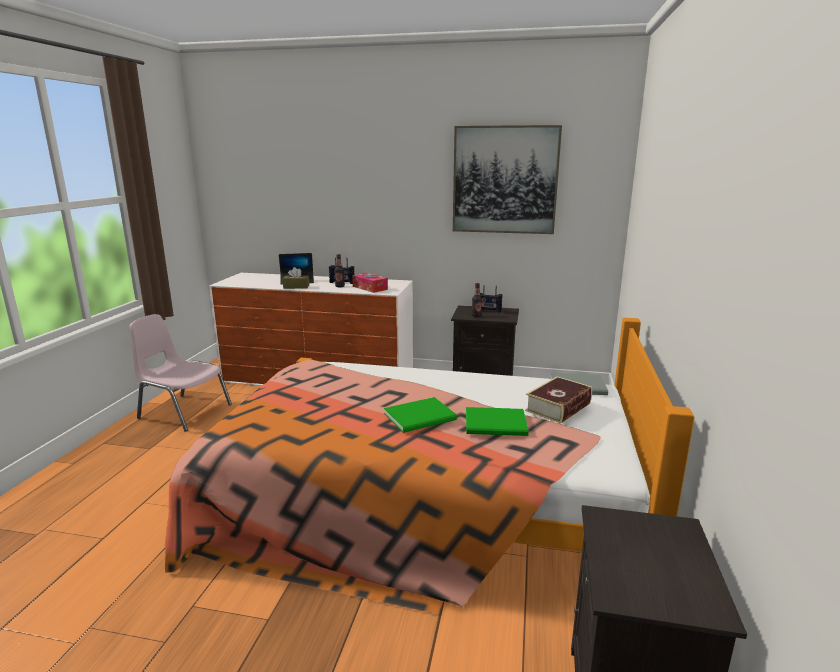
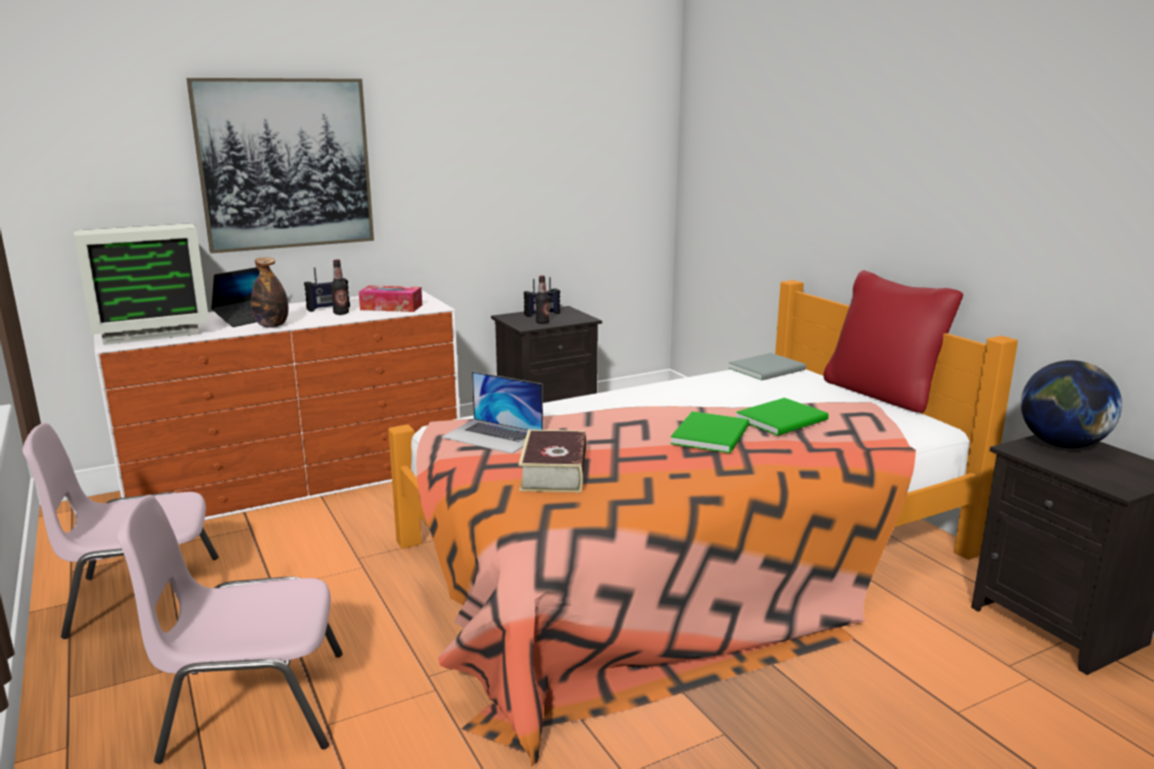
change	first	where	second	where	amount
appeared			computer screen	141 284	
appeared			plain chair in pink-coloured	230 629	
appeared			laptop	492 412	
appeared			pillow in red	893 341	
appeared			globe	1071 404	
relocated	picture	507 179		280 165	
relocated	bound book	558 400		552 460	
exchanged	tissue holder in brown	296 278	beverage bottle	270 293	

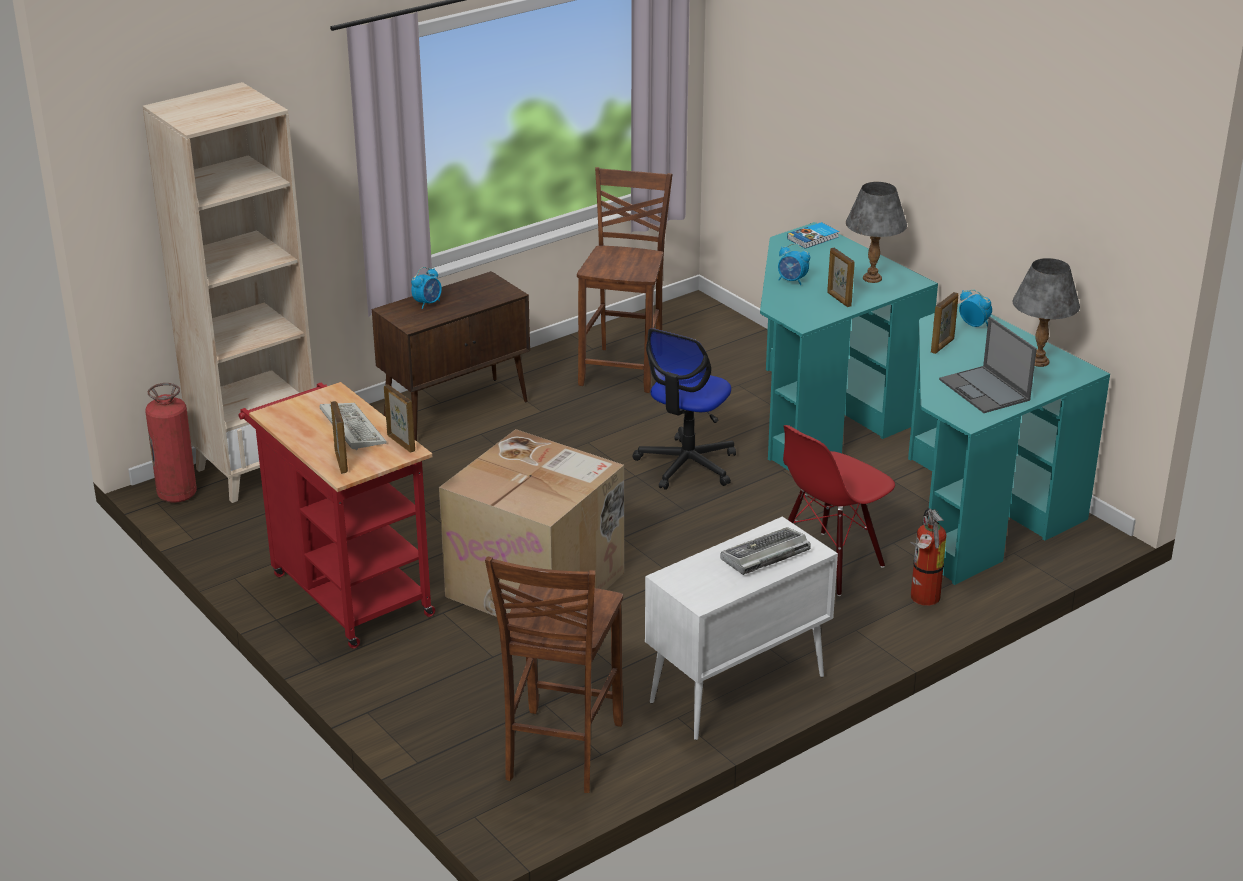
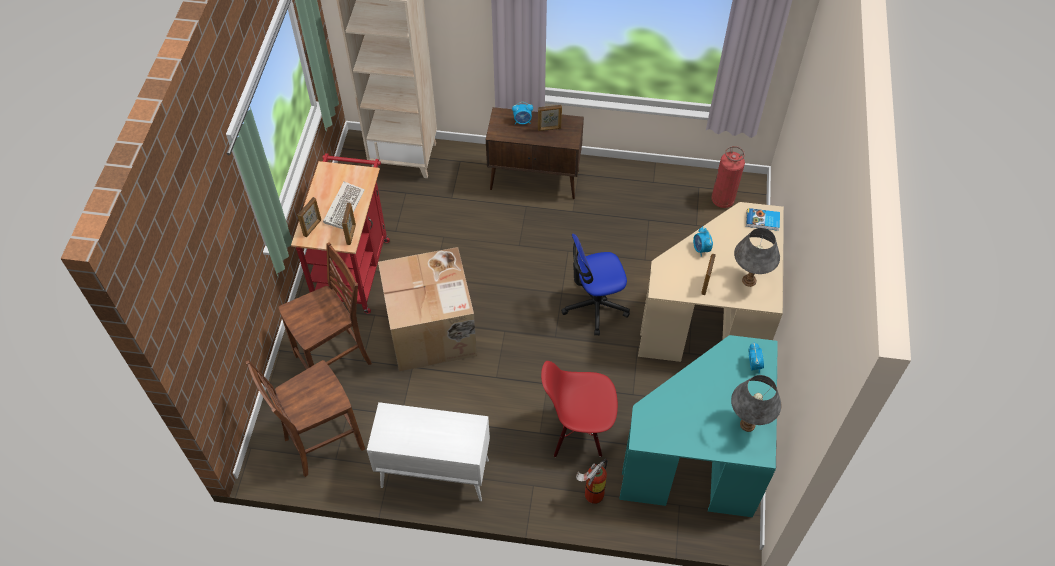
change	first	where	second	where	amount
missing	PC keyboard	766 551			
missing	laptop	988 365			
relocated	fire-fighting cylinder	171 443		728 177	
relocated	plain chair in brown	625 280		325 305	
relocated	photo frame	944 323		550 118	
colour	desk in turquoise-coloured	849 346	desk in sand-coloured	711 282	

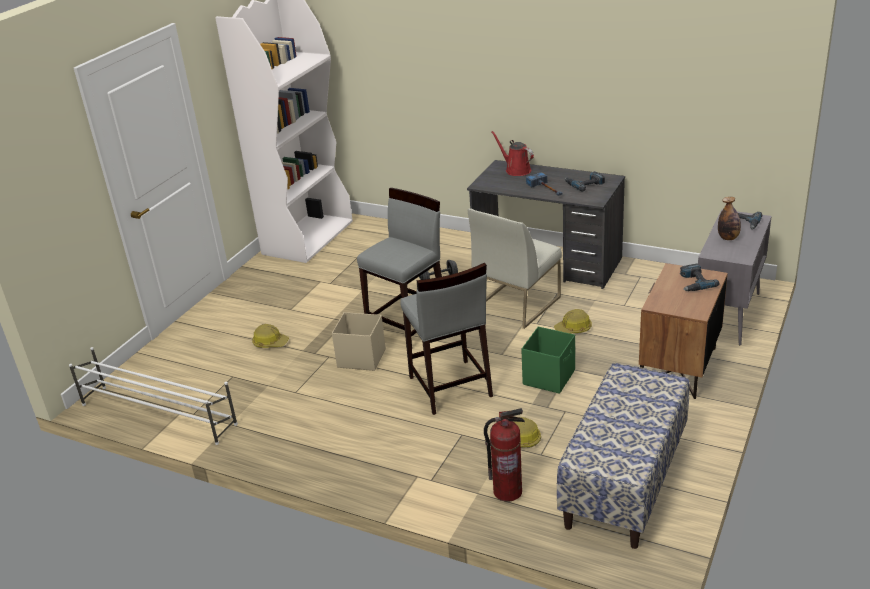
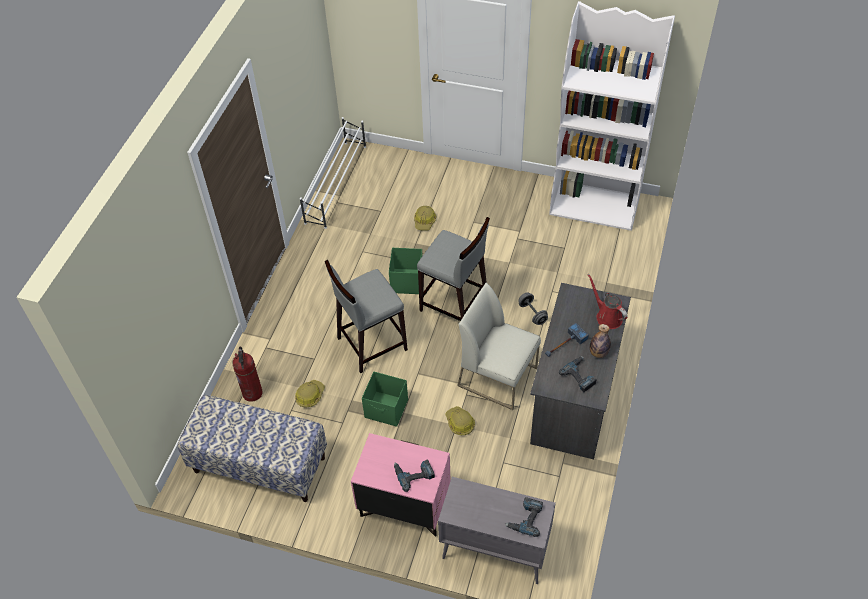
change	first	where	second	where	amount
relocated	beverage bottle	729 218		600 341	
colour	storage bin in sand-coloured	359 341	storage bin in greenish	406 271	
colour	bedside table in brown	683 331	bedside table in pink-coloured	401 485	
spun	sprinkling can in red	512 153		607 301	75 degrees counterclockwise

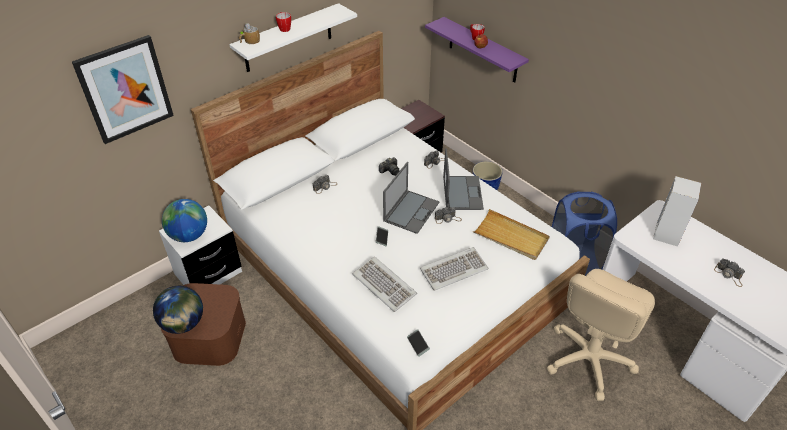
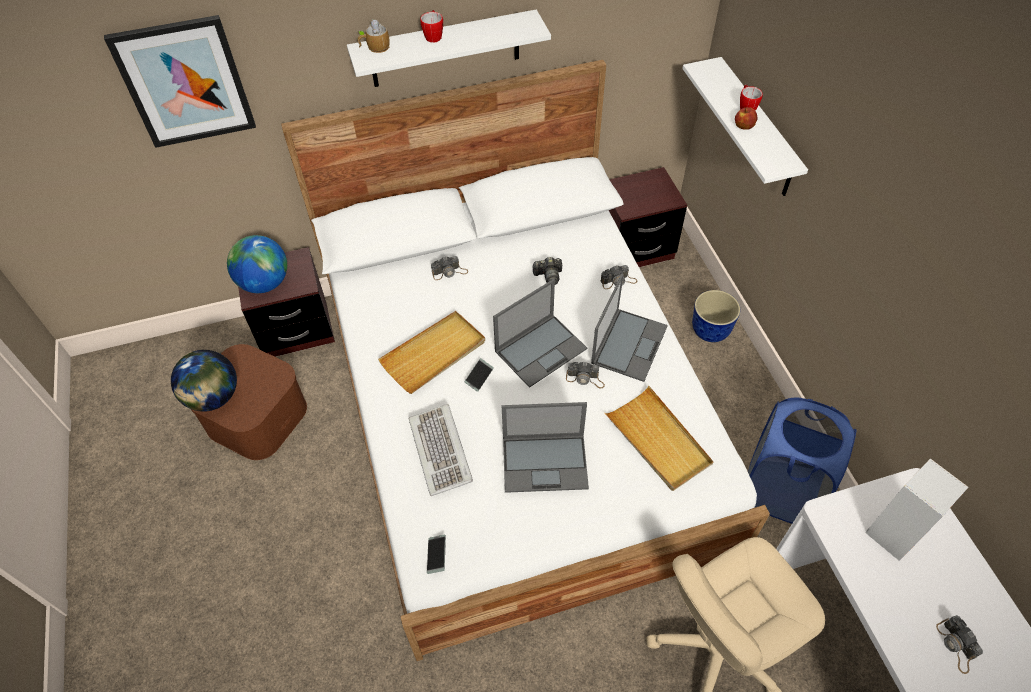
change	first	where	second	where	amount
appeared			carrying tray in sand-coloured	431 352	
exchanged	PC keyboard	454 269	laptop	545 447	
colour	bedside table in white	200 245	bedside table in brown	286 302	
colour	shelf in purplish	477 50	shelf in white	745 126	

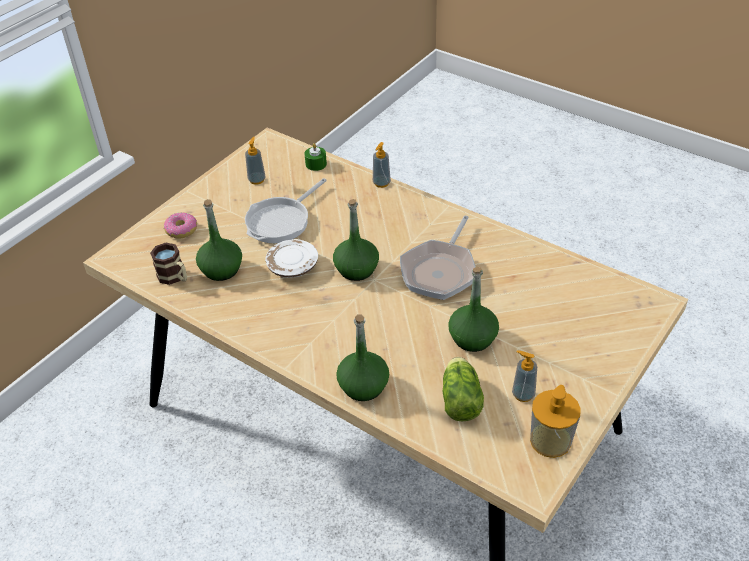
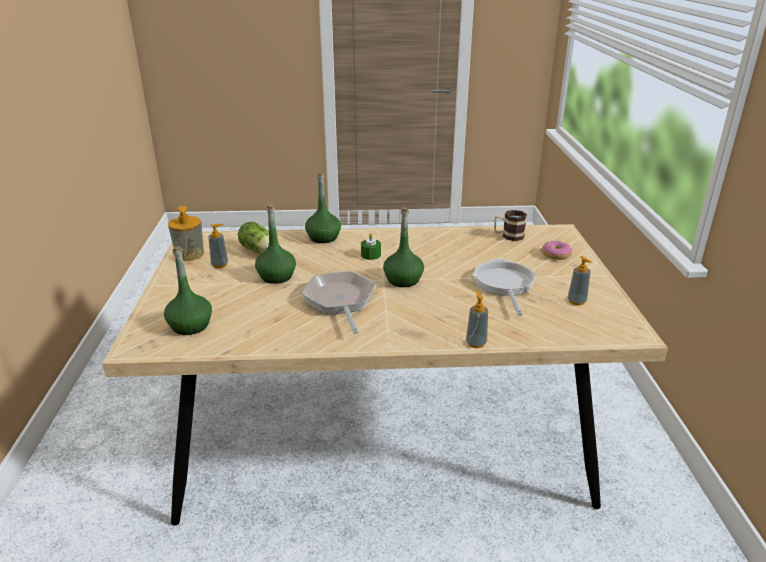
change	first	where	second	where	amount
missing	plate in white	291 258			
relocated	beverage bottle in greenish	219 240		188 290	
relocated	candle in greenish	315 157		371 246	

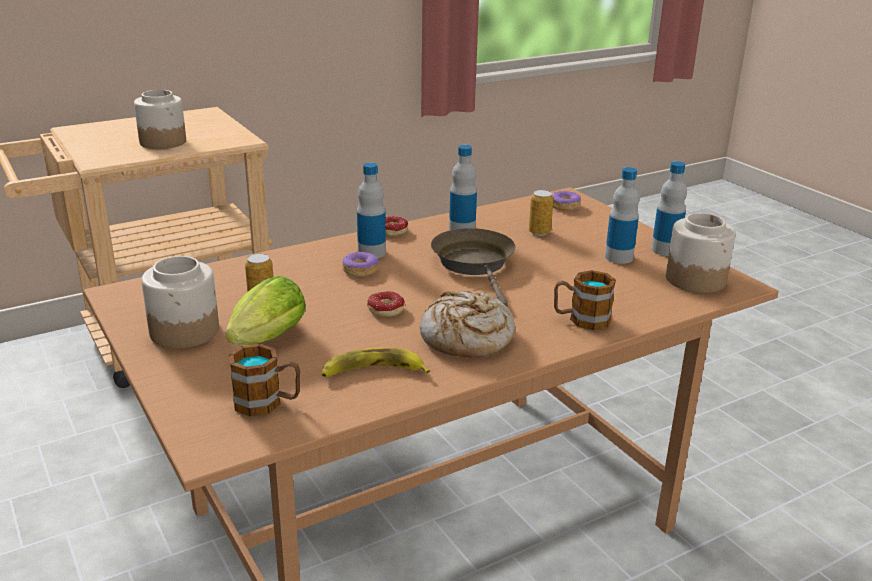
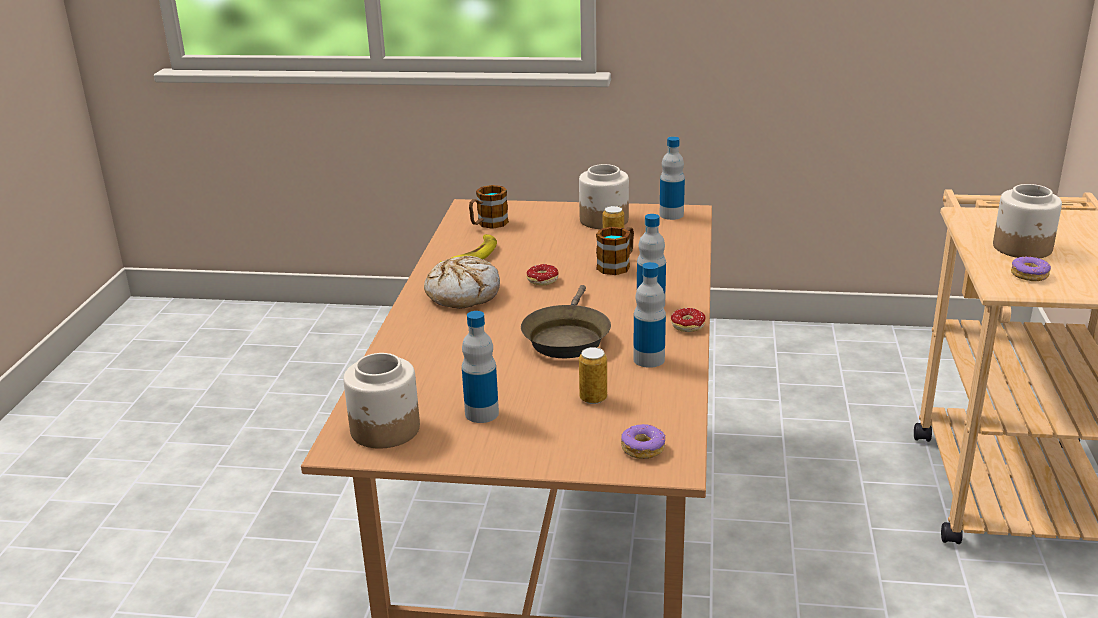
change	first	where	second	where	amount
missing	lettuce head	266 310			
relocated	donut	360 264		1031 268	
relocated	tea mug	585 300		615 251	
relocated	beverage bottle	669 208		672 178	
spun	skillet in brown	473 267		566 321	75 degrees clockwise

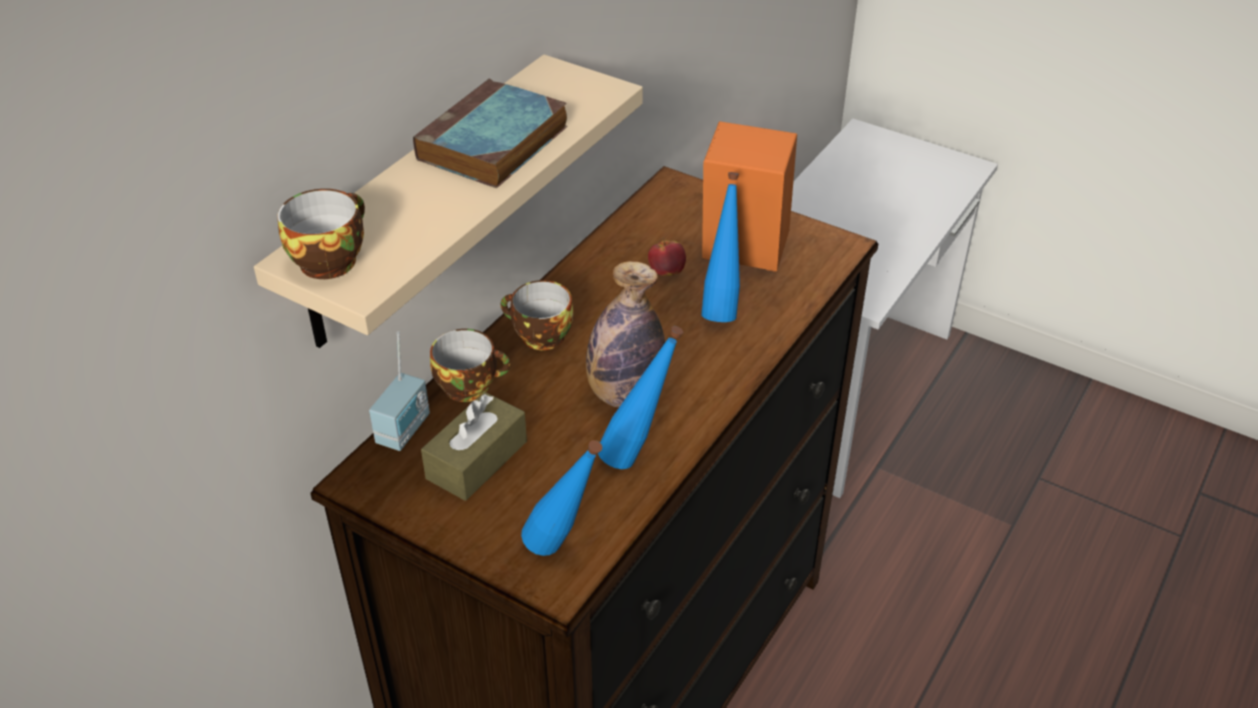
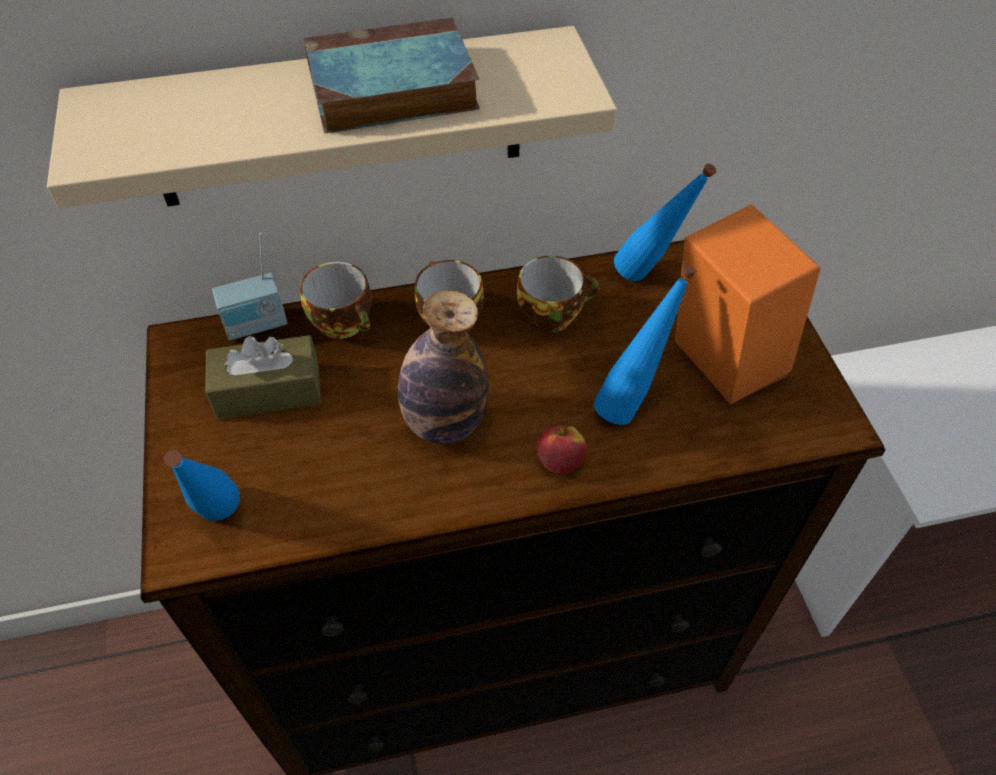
change	first	where	second	where	amount
relocated	small cup	321 234		558 294	
relocated	beverage bottle in blue-coloured	640 397		665 222	
relocated	apple	667 257		562 449	

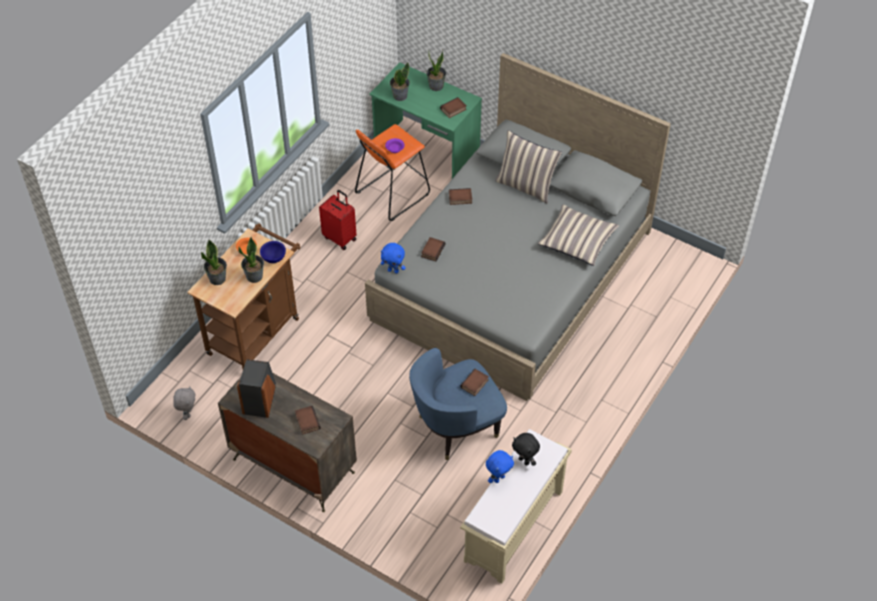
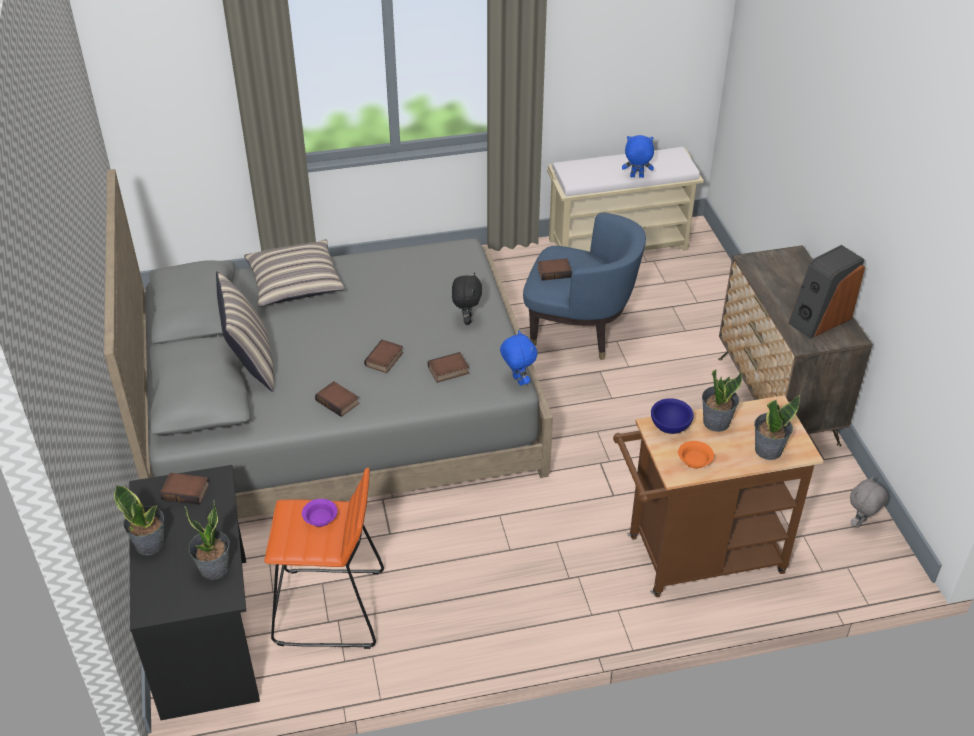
change	first	where	second	where	amount
missing	piece of luggage in red	338 220			
relocated	bound book	307 420		383 356	
relocated	plush toy in blackish	526 449		467 298	
colour	desk in greenish	426 120	desk in blackish	194 592	

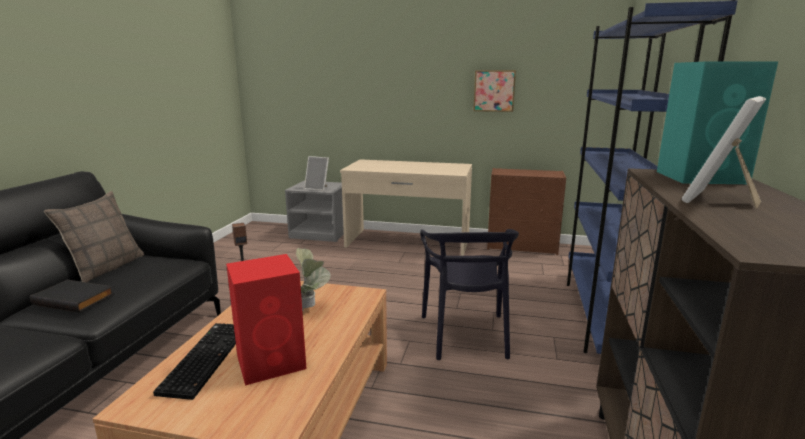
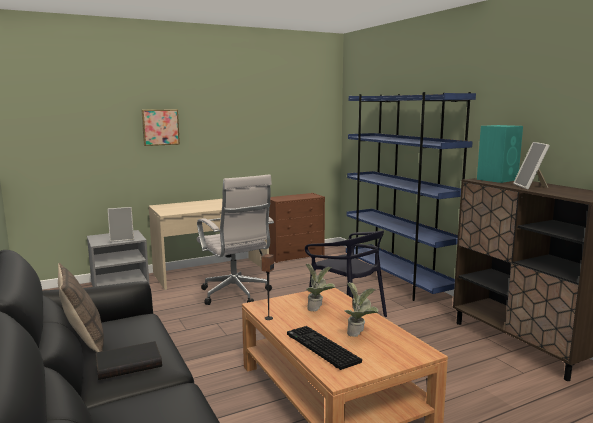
change	first	where	second	where	amount
appeared			desk chair in white	235 239	
relocated	picture	494 91		160 128	
exchanged	loudspeaker in red	266 319	plant in a pot	361 309	

